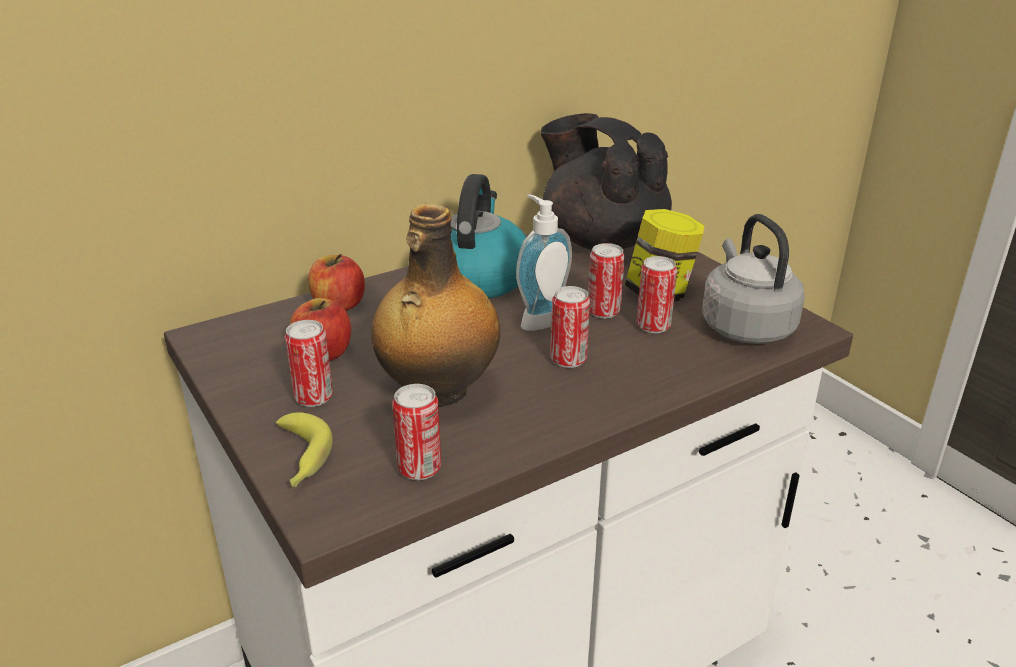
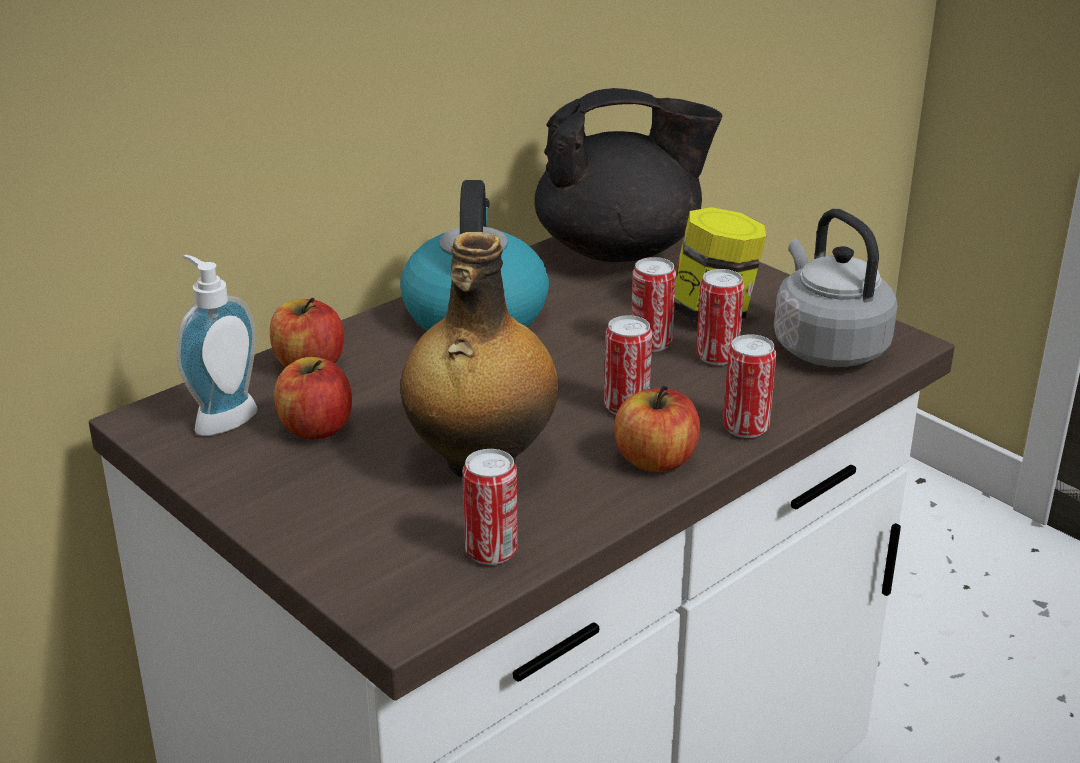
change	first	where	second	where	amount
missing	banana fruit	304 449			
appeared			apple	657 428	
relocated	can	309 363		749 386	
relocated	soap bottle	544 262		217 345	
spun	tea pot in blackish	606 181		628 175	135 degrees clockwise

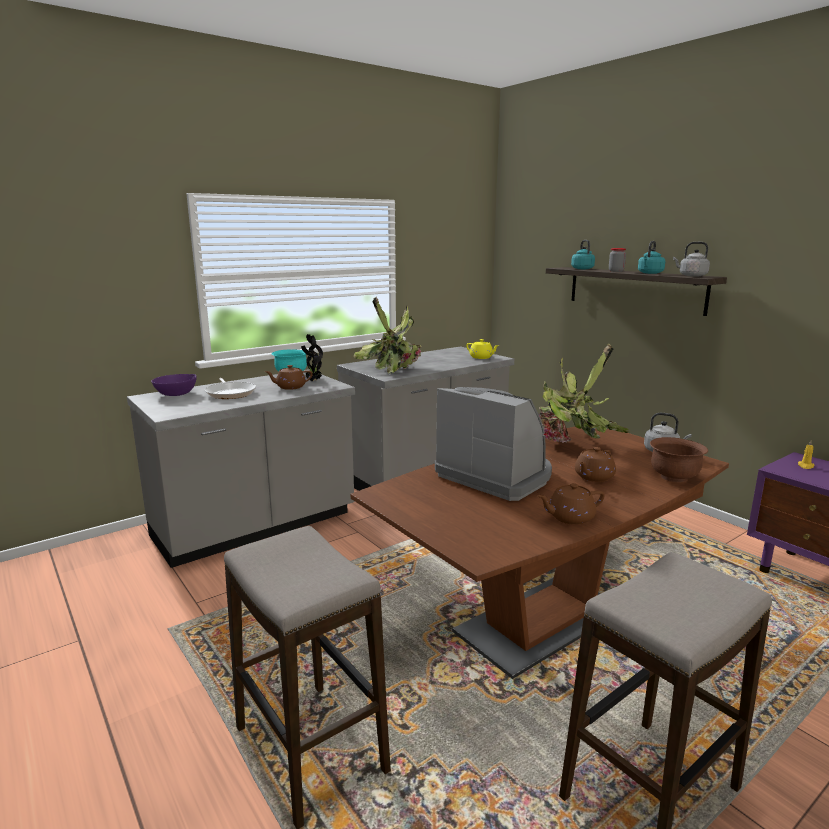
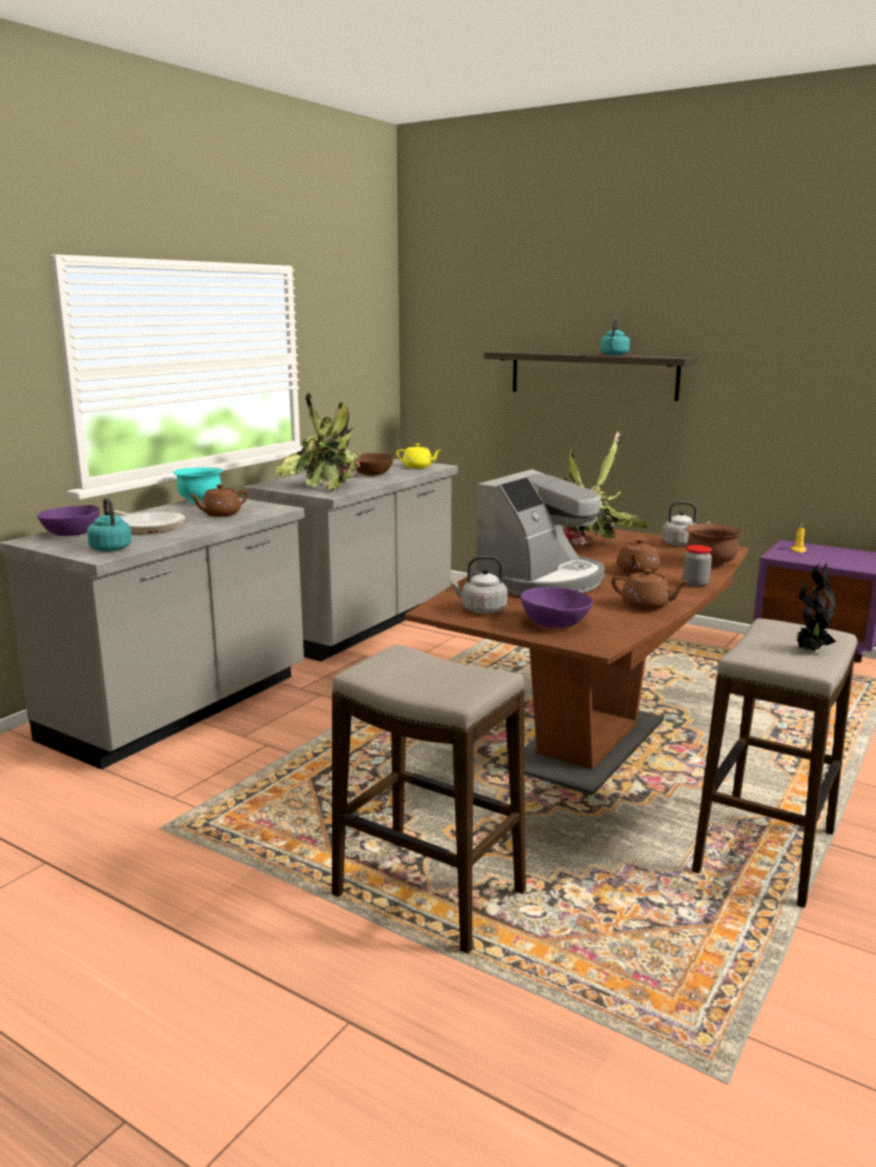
change	first	where	second	where	amount
appeared			serving bowl in brown	375 464	
appeared			serving bowl in purplish	557 607	
relocated	plant in a pot	312 357		816 607	
relocated	water kettle in turquoise-coloured	583 254		109 524	
relocated	preserve jar	617 260		697 566	
relocated	water kettle in greyish	691 259		479 585	
spun	coffee machine	493 444		538 532	105 degrees clockwise
spun	tea pot in brown	571 504		650 589	120 degrees counterclockwise

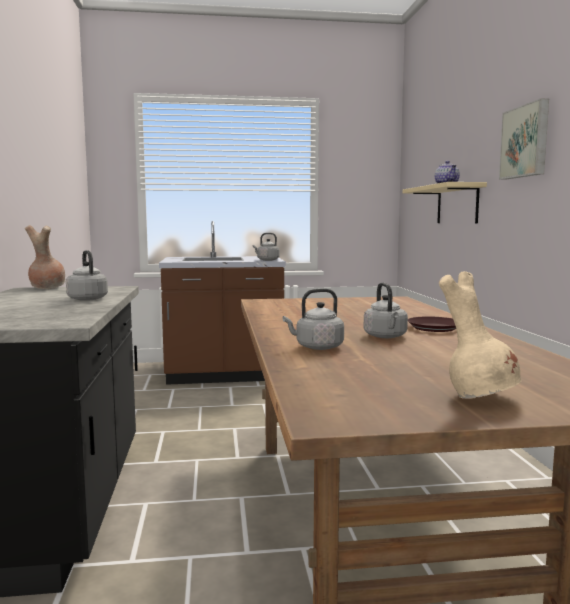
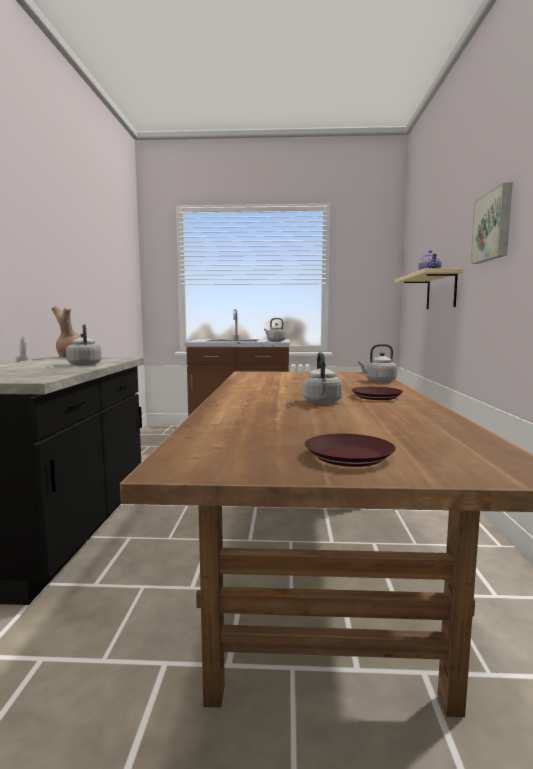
change	first	where	second	where	amount
relocated	water kettle in greyish	313 319		377 363	
exchanged	decorative vase in sand-coloured	480 335	plate in brown	350 450	

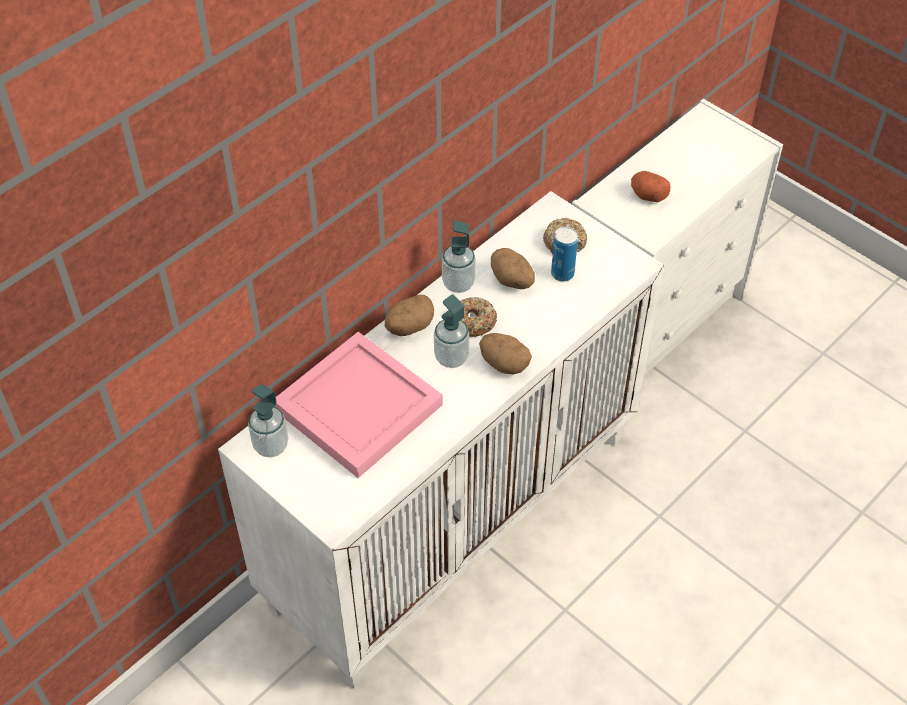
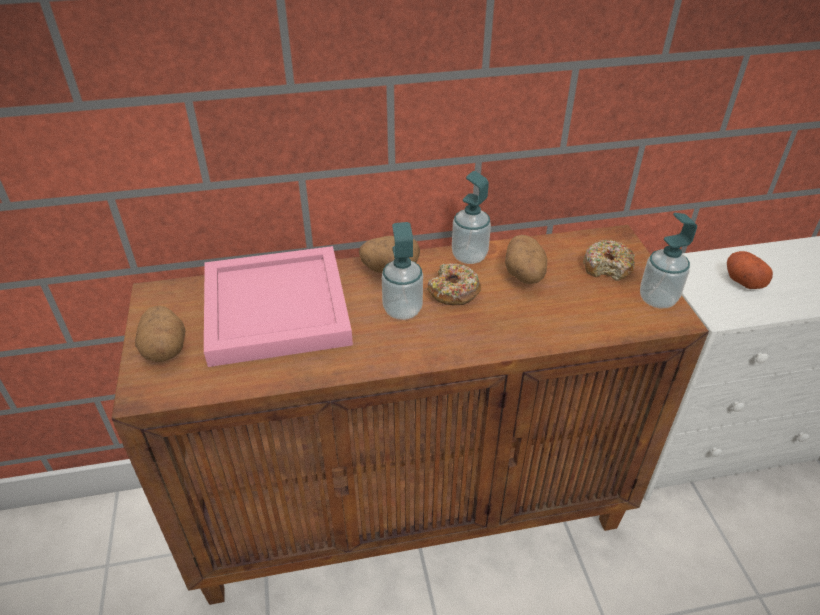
change	first	where	second	where	amount
missing	can	564 254			
relocated	soap bottle	268 420		668 260	
relocated	spud	505 353		160 333	
colour	storage cabinet in white	441 439	storage cabinet in brown	410 415	

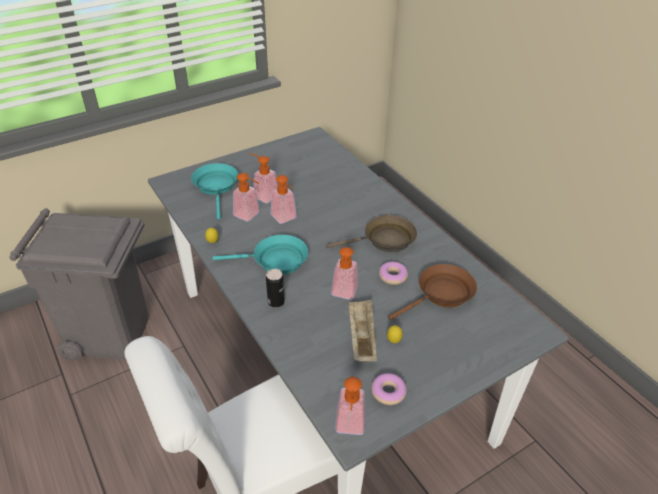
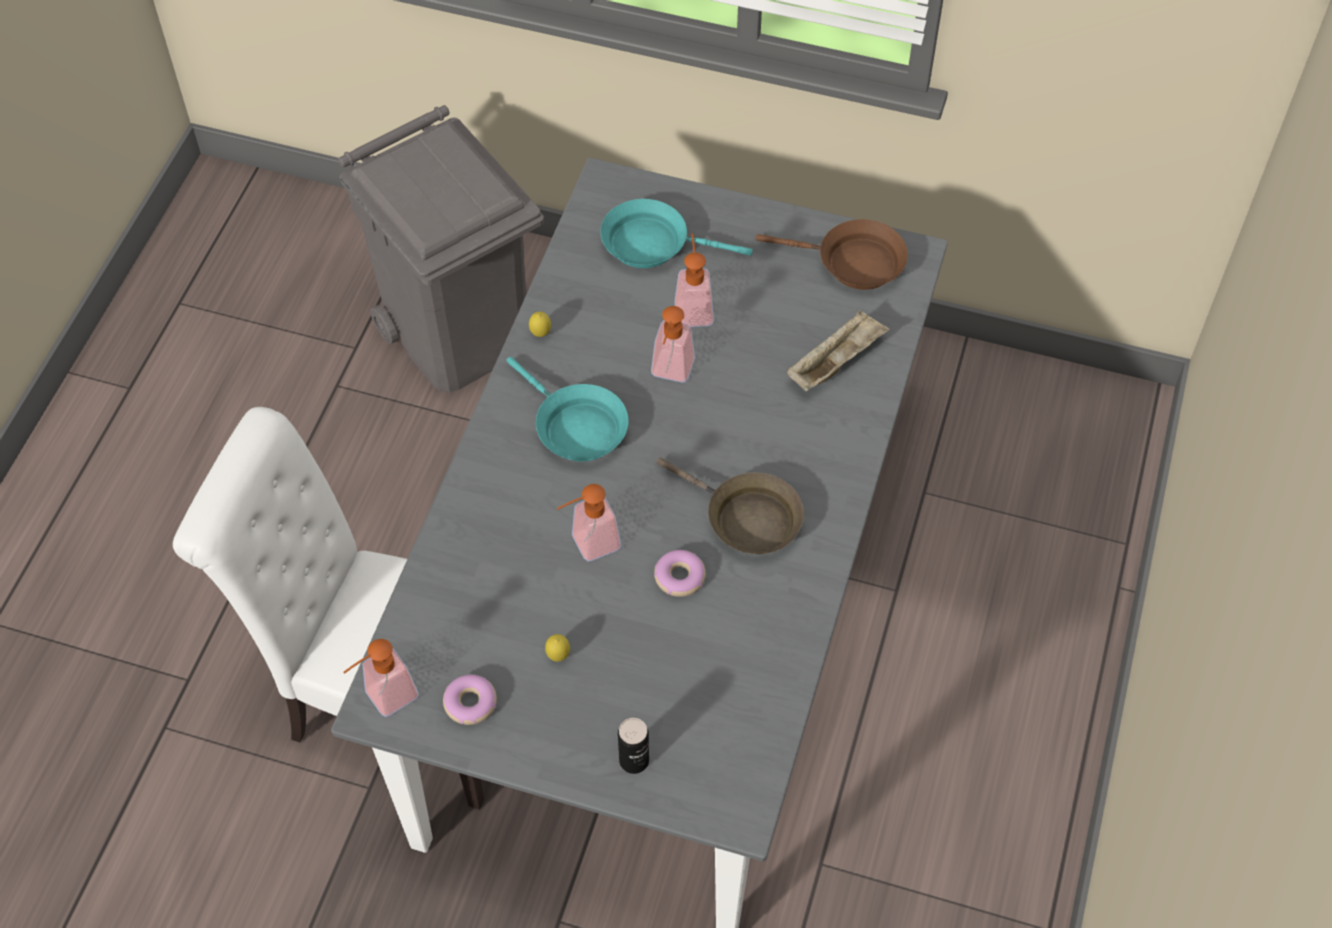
change	first	where	second	where	amount
missing	soap bottle	246 197			
relocated	can	275 288		633 746	
relocated	carrying tray in sand-coloured	362 331		838 350	
relocated	skillet in brown	432 292		832 254	
spun	skillet in turquoise-coloured	214 191		676 233	120 degrees counterclockwise

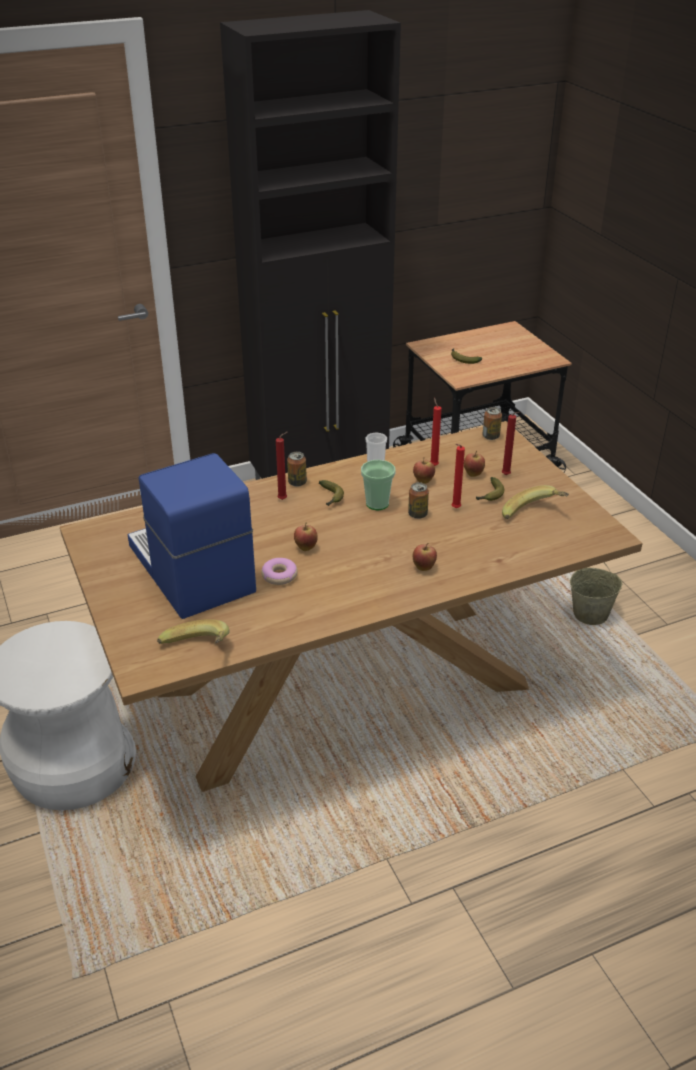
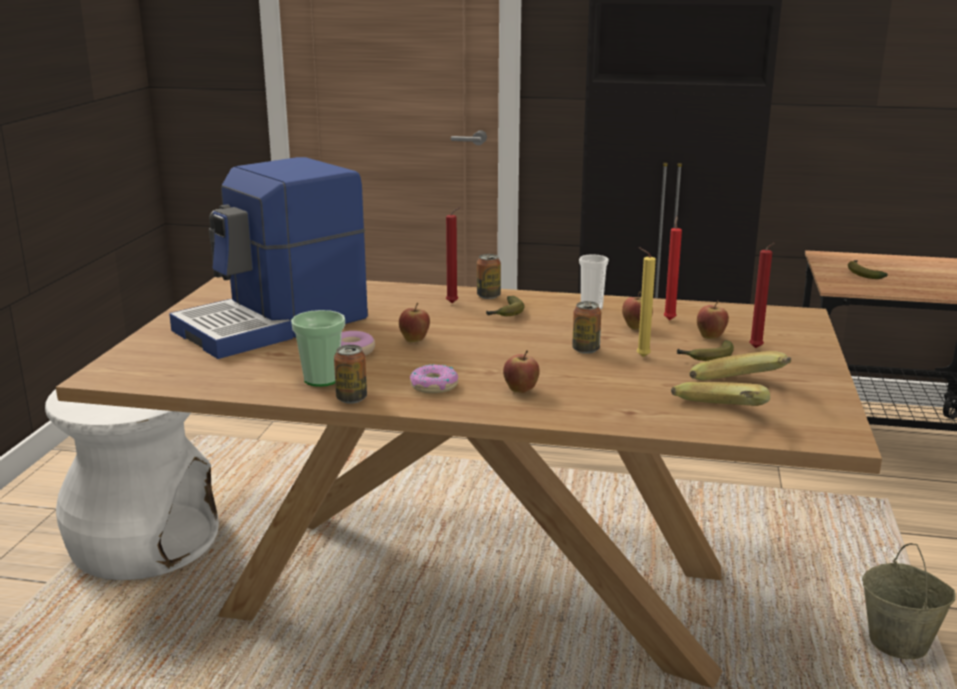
change	first	where	second	where	amount
appeared			donut	434 378	
relocated	banana fruit	193 631		720 394	
relocated	small cup	378 485		318 348	
relocated	can	492 423		350 374	
colour	candle in red	458 476	candle in yellowish	646 302	
spun	coffee machine	192 536		268 258	135 degrees counterclockwise

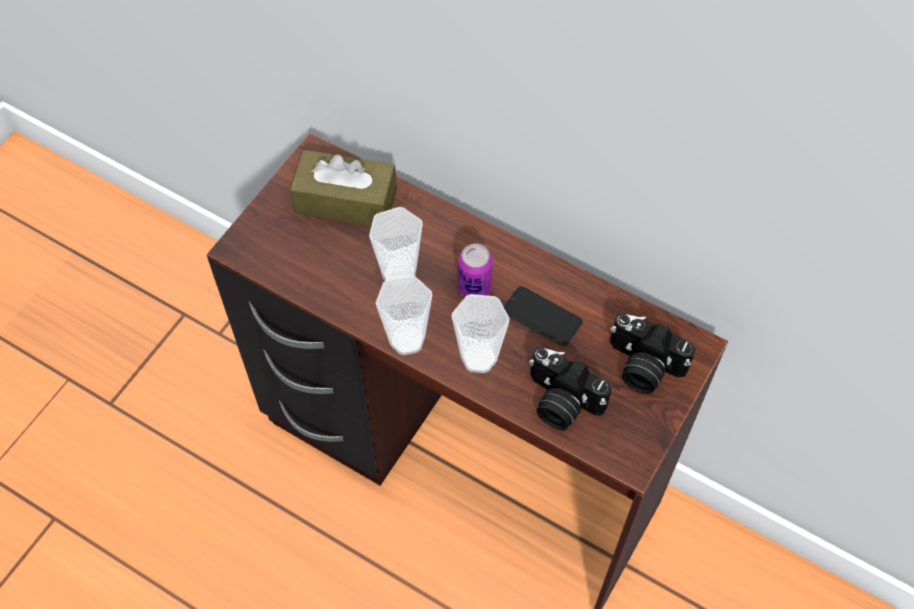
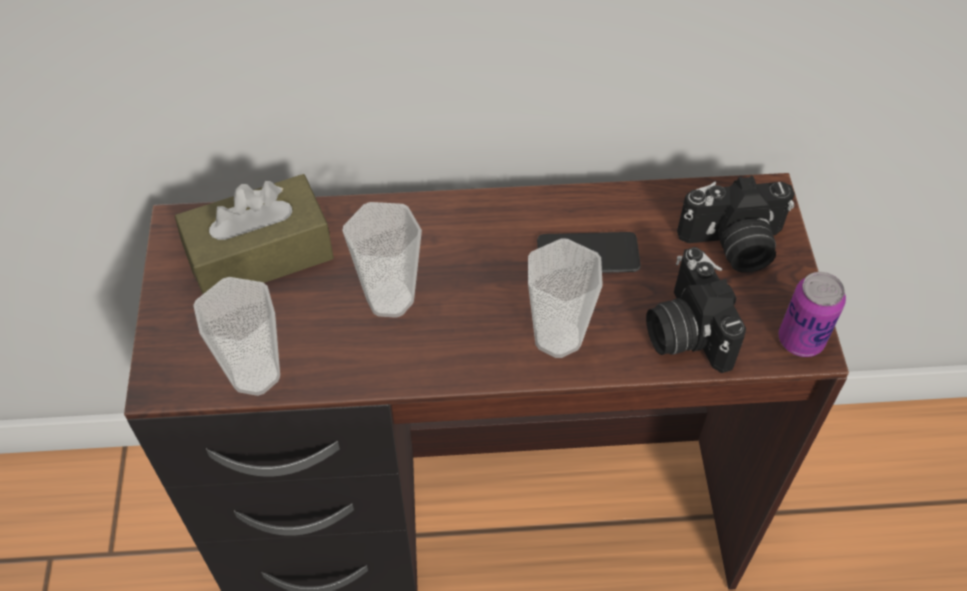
change	first	where	second	where	amount
relocated	small cup	404 315		236 336	
relocated	can	475 270		812 314	
spun	still camera	570 389		696 310	75 degrees clockwise

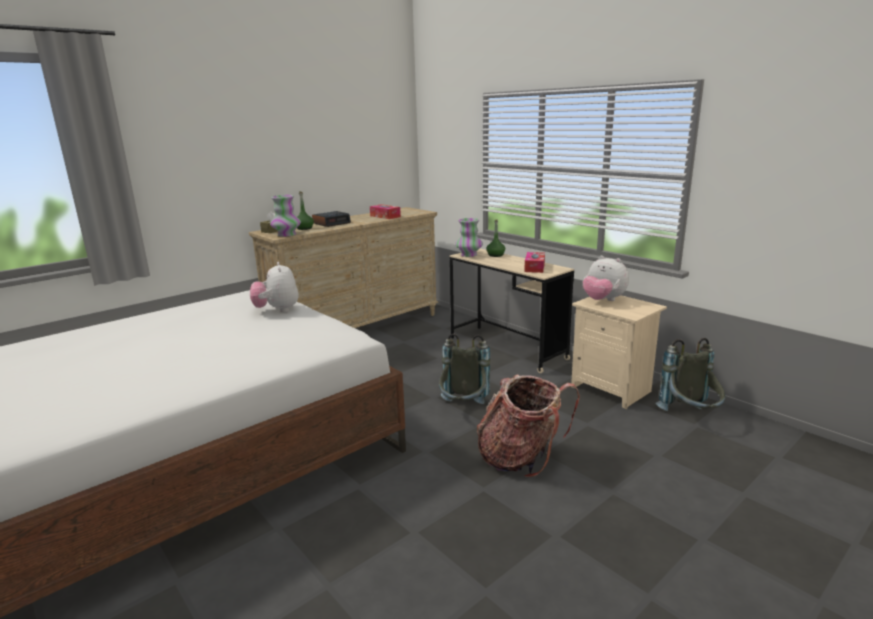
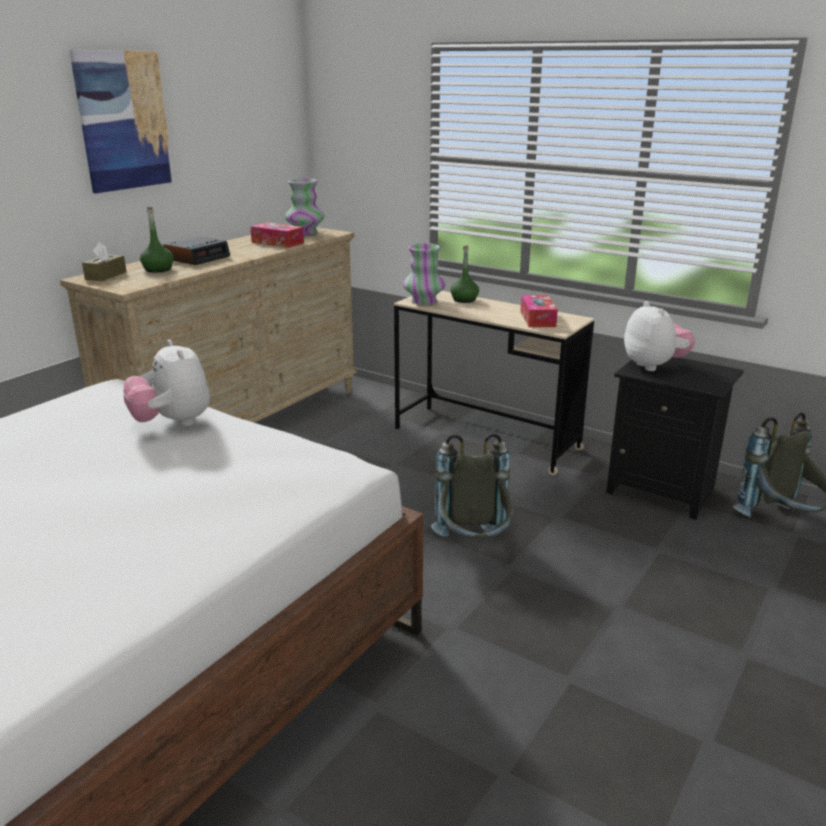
change	first	where	second	where	amount
missing	rucksack	528 426			
appeared			picture	121 121	
relocated	decorative vase	285 216		305 206	
colour	bedside table in sand-coloured	619 352	bedside table in blackish	675 438	
spun	plush toy	606 278		659 336	135 degrees counterclockwise

